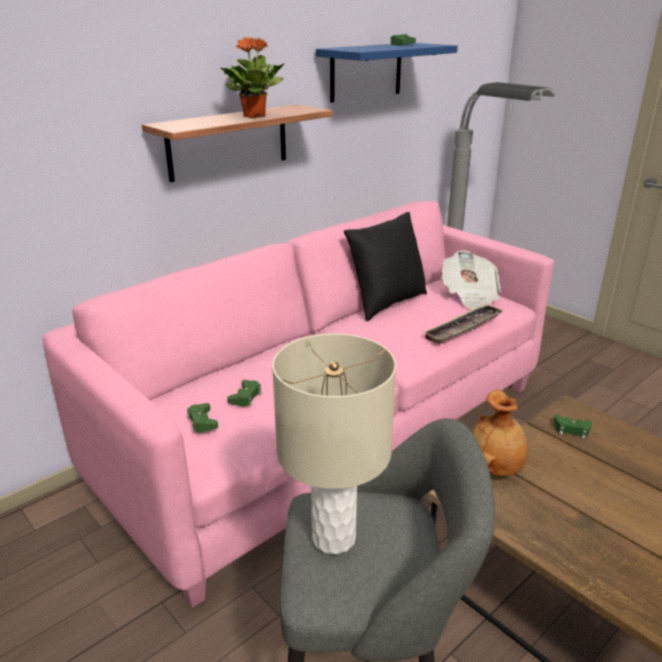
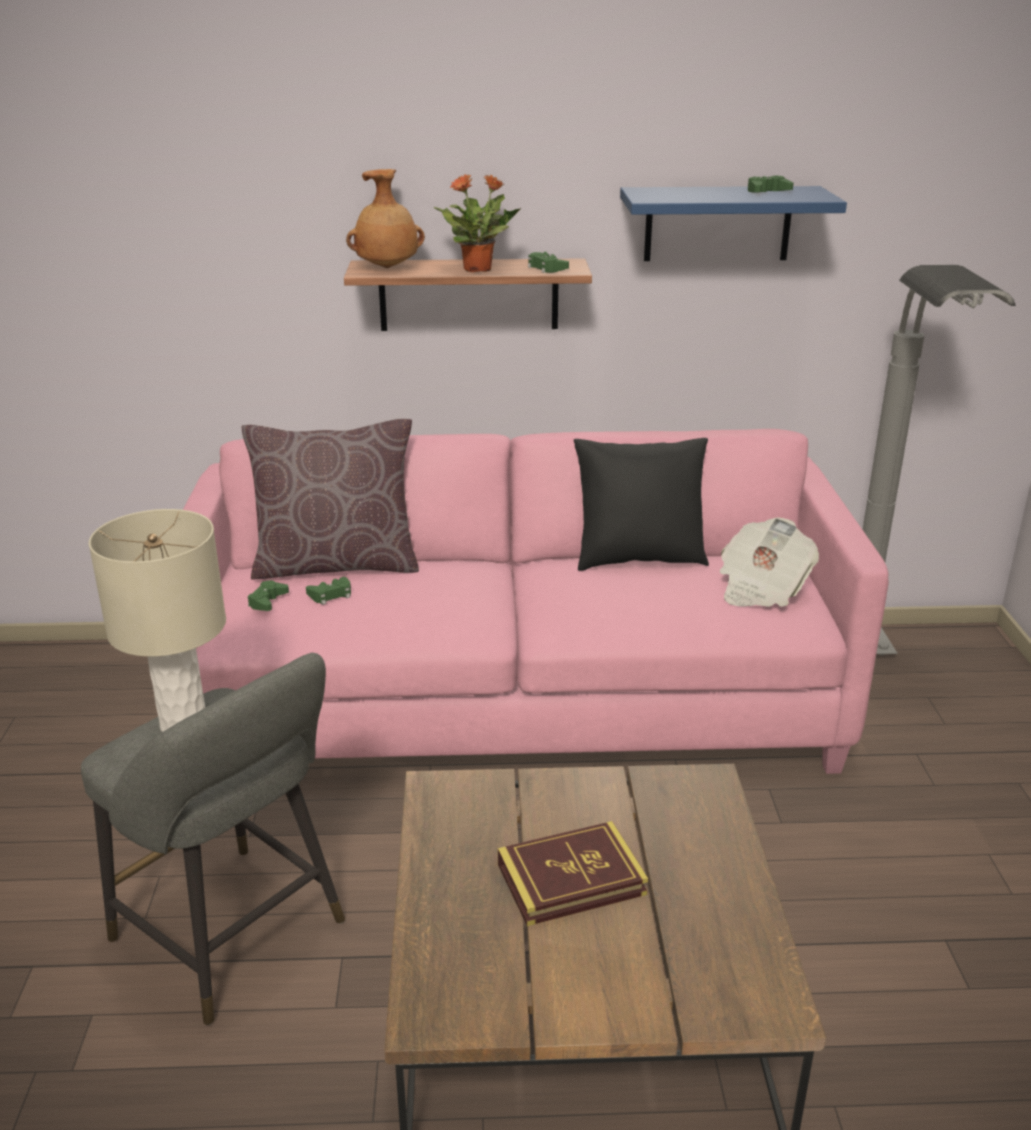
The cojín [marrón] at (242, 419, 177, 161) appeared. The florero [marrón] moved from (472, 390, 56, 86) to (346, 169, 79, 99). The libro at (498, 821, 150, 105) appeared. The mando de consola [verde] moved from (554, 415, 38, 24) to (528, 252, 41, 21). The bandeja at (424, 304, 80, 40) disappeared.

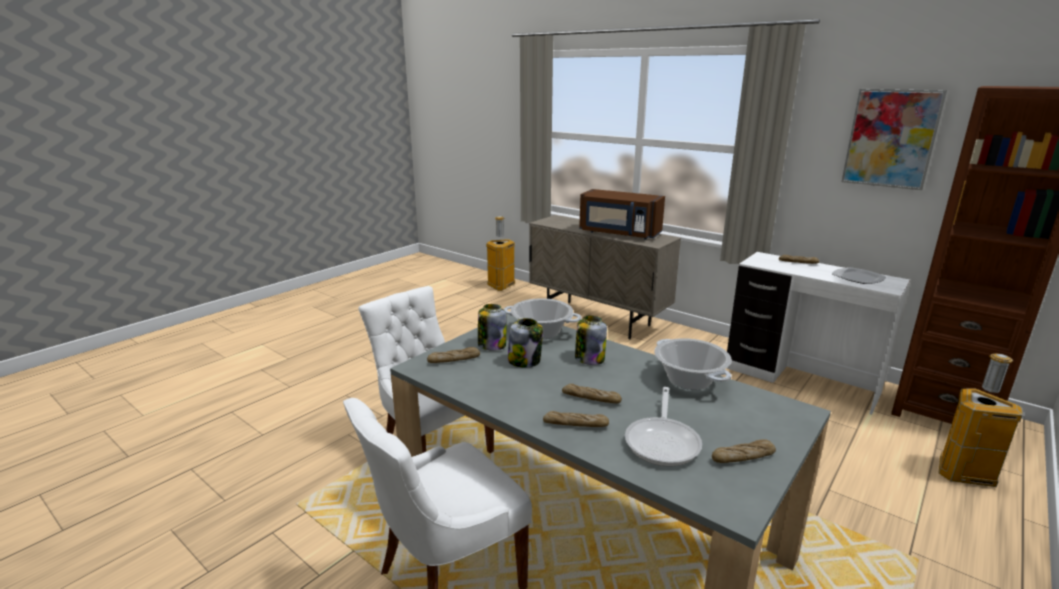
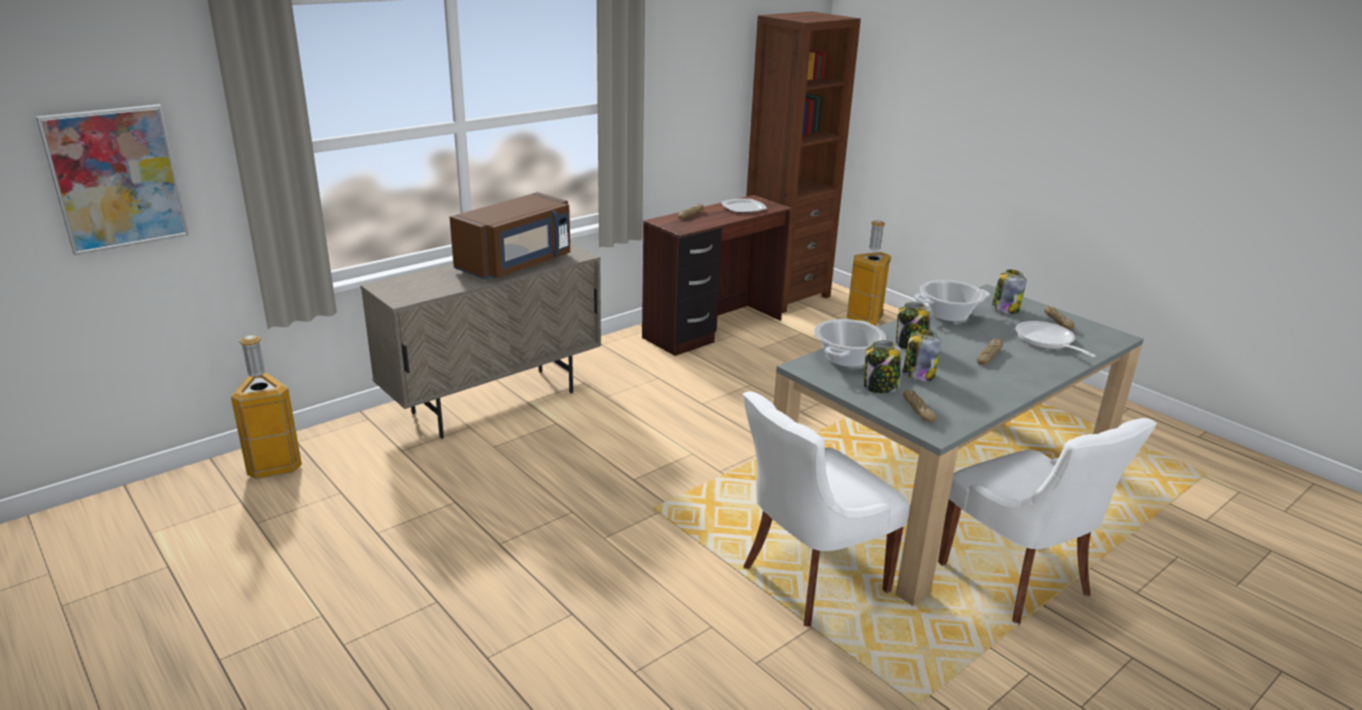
The cuadro moved from (842, 89, 105, 101) to (36, 104, 153, 151). The escritorio [blanco] at (726, 252, 184, 163) became the escritorio [marrón] at (642, 195, 149, 161). The tarro at (992, 270, 35, 44) appeared. The sartén at (625, 387, 77, 80) turned 135 degrees counterclockwise. The pan at (543, 411, 66, 16) disappeared.

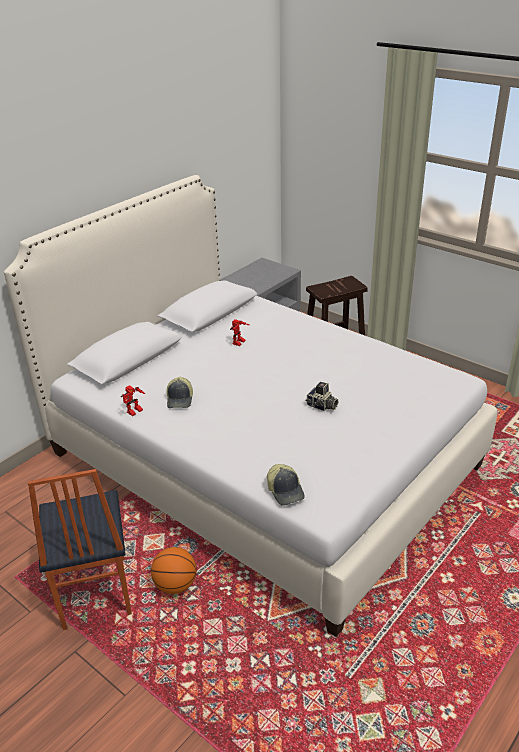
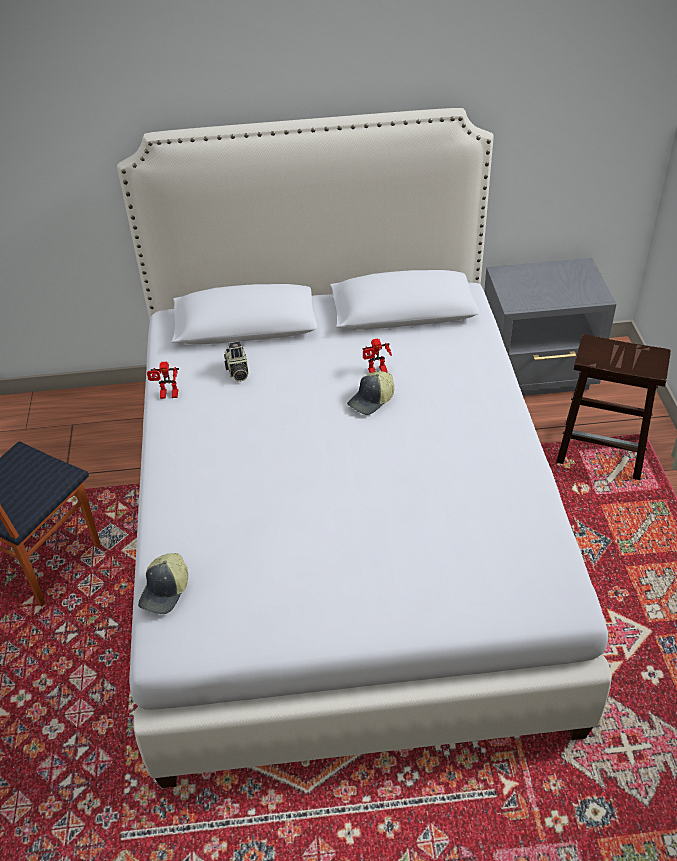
The cámara moved from (306, 382, 32, 29) to (224, 342, 25, 40). The gorra moved from (167, 377, 26, 31) to (347, 371, 47, 44). The balón de baloncesto at (151, 547, 46, 47) disappeared.

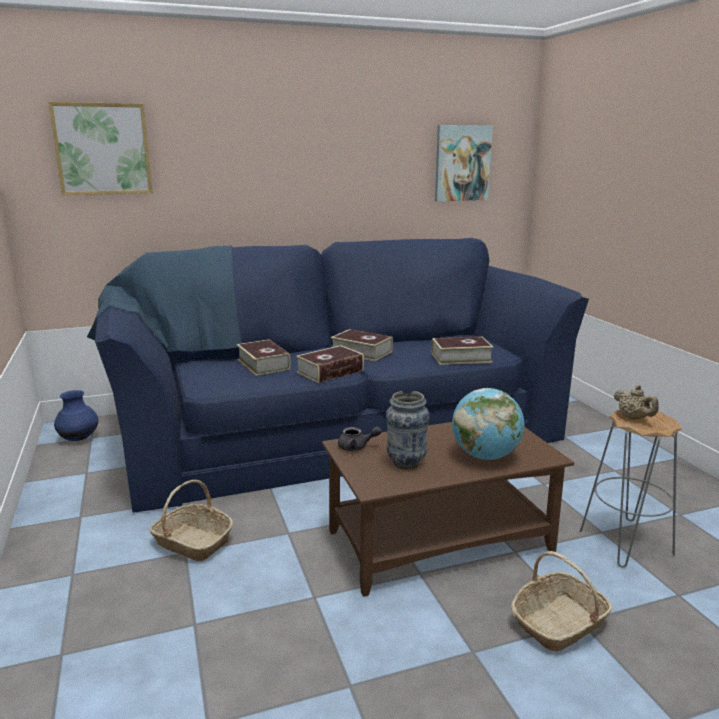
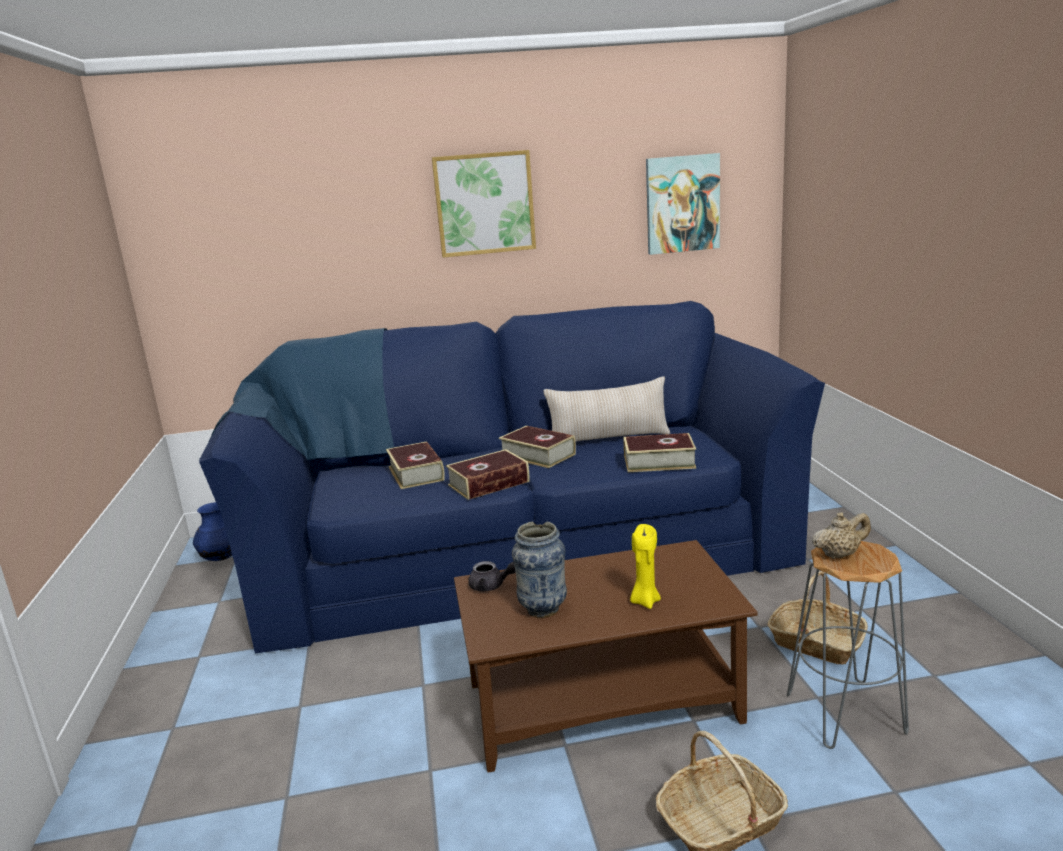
The cuadro moved from (48, 102, 105, 93) to (432, 150, 104, 108). The cojín [beis] at (544, 376, 126, 66) appeared. The globo terráqueo at (452, 388, 73, 72) was replaced by the vela [amarillo] at (630, 524, 31, 85). The cesta moved from (149, 480, 85, 81) to (768, 571, 100, 94). The tetera [beis] at (614, 385, 45, 34) turned 90 degrees counterclockwise.

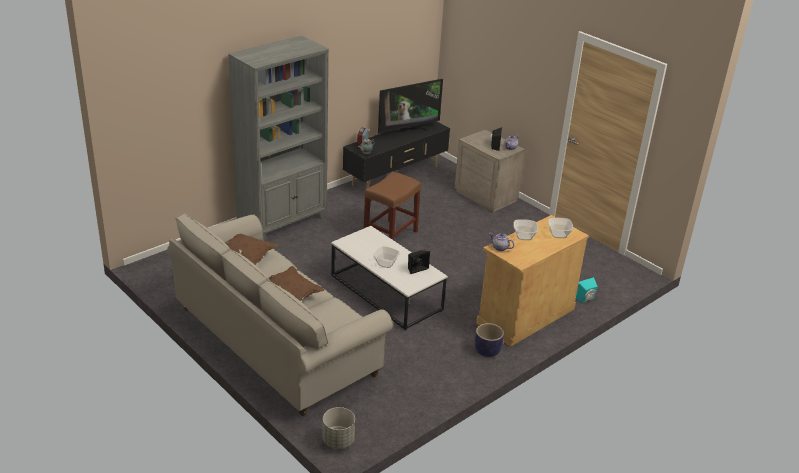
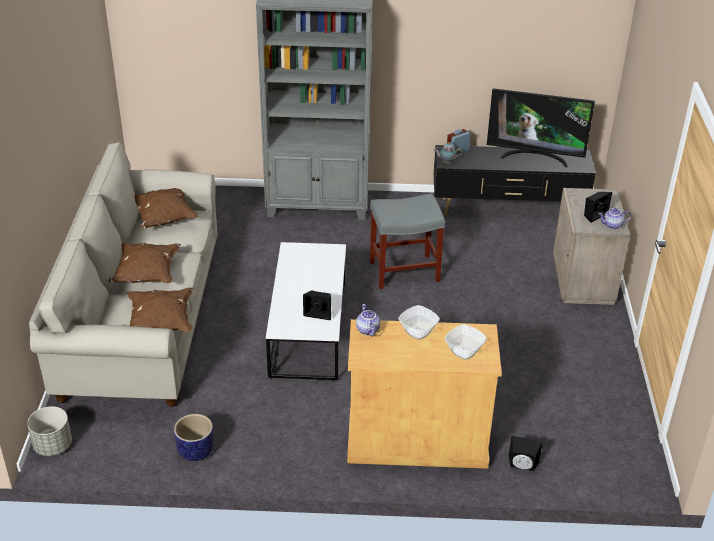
The cojín [marrón] at (127, 288, 66, 44) appeared. The maceta moved from (475, 323, 29, 34) to (174, 414, 40, 47). The taburete [marrón] at (364, 172, 57, 68) became the taburete [gris] at (370, 193, 75, 96). The altavoz [turquesa] at (576, 277, 22, 26) became the altavoz [negro] at (509, 436, 34, 36). The cuenco at (374, 246, 26, 22) disappeared.

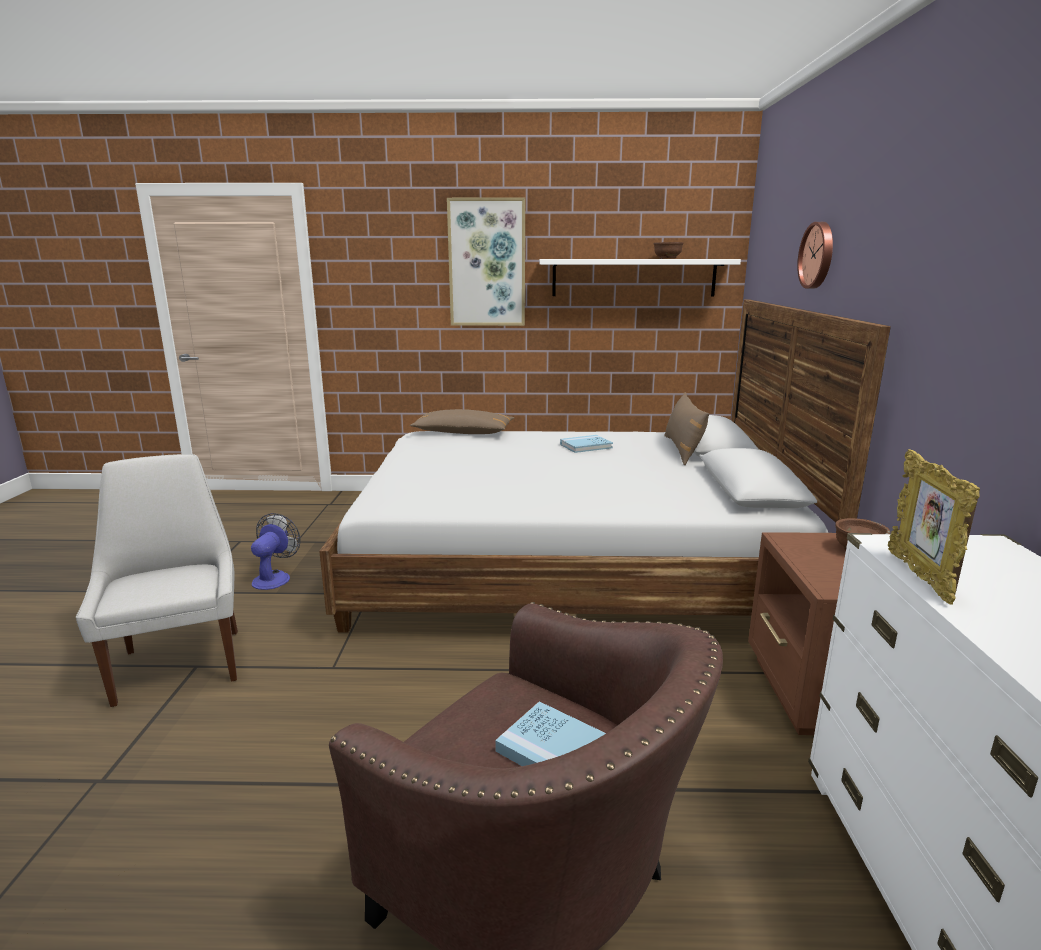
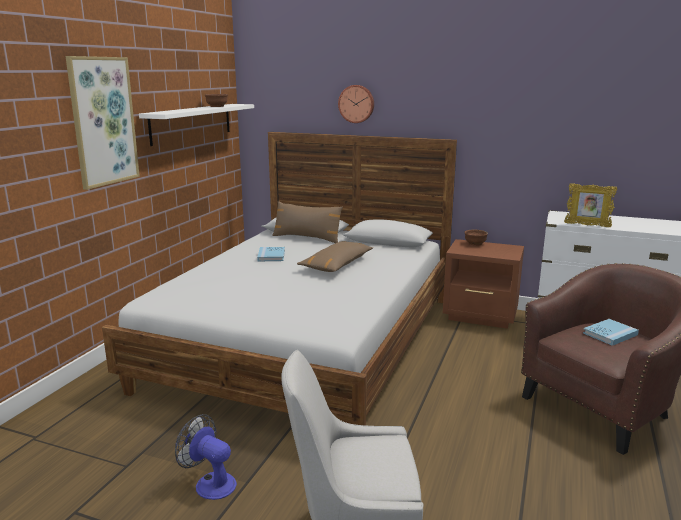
The cojín [marrón] moved from (410, 409, 104, 25) to (297, 241, 76, 31).

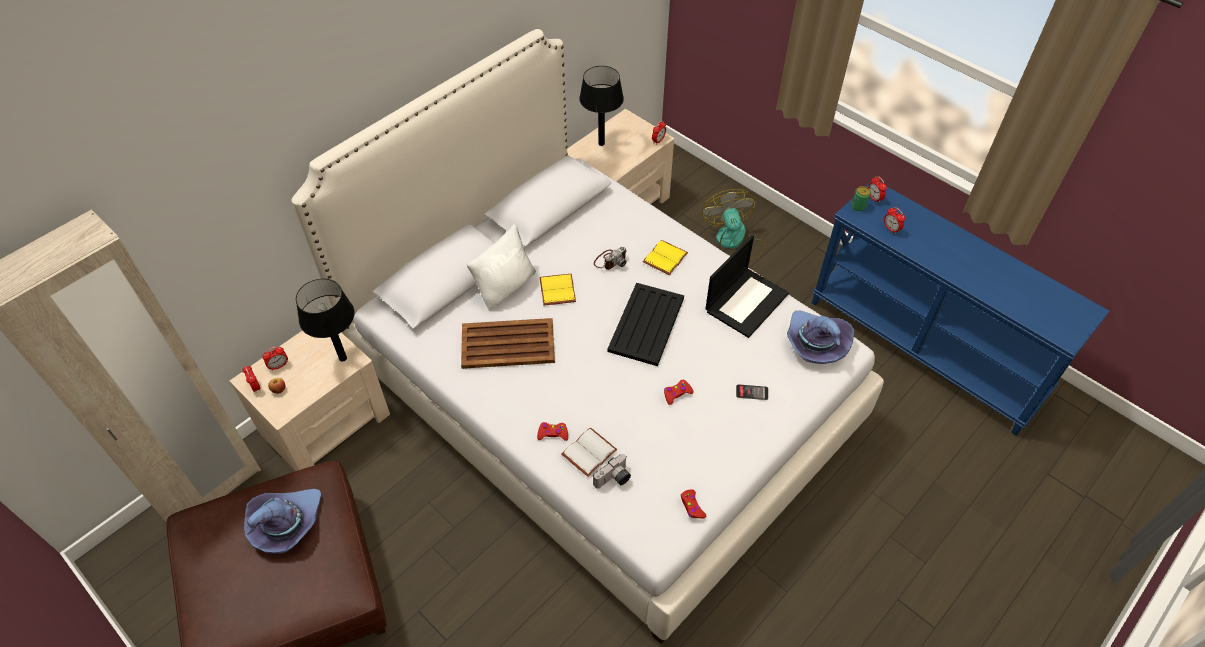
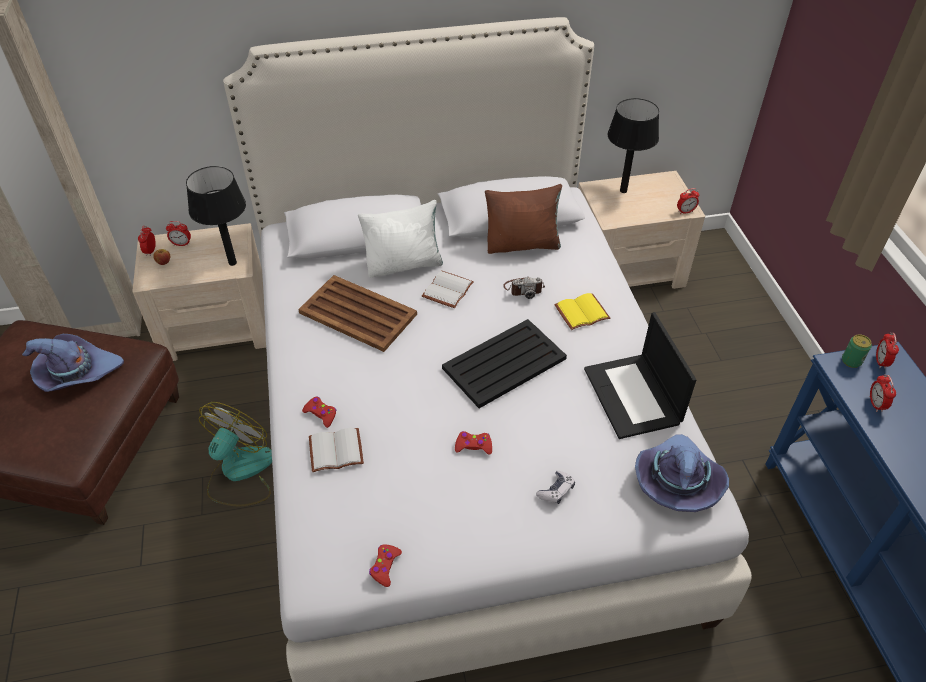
The ventilador moved from (702, 189, 64, 71) to (199, 402, 73, 104). The libro [amarillo] at (540, 274, 36, 31) became the libro [blanco] at (422, 270, 52, 38). The cojín [marrón] at (485, 184, 77, 70) appeared. The móvil at (736, 384, 32, 16) was replaced by the mando de consola at (536, 471, 39, 33). The portátil at (705, 235, 84, 103) turned 90 degrees clockwise. The cámara at (593, 454, 38, 34) disappeared.

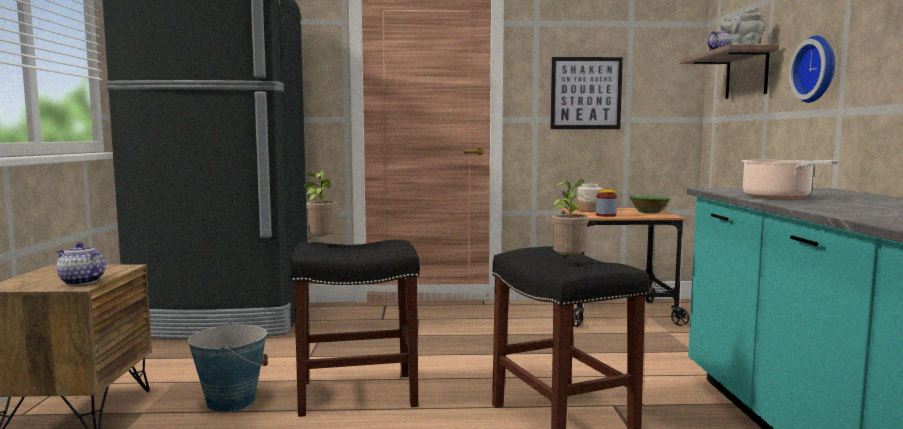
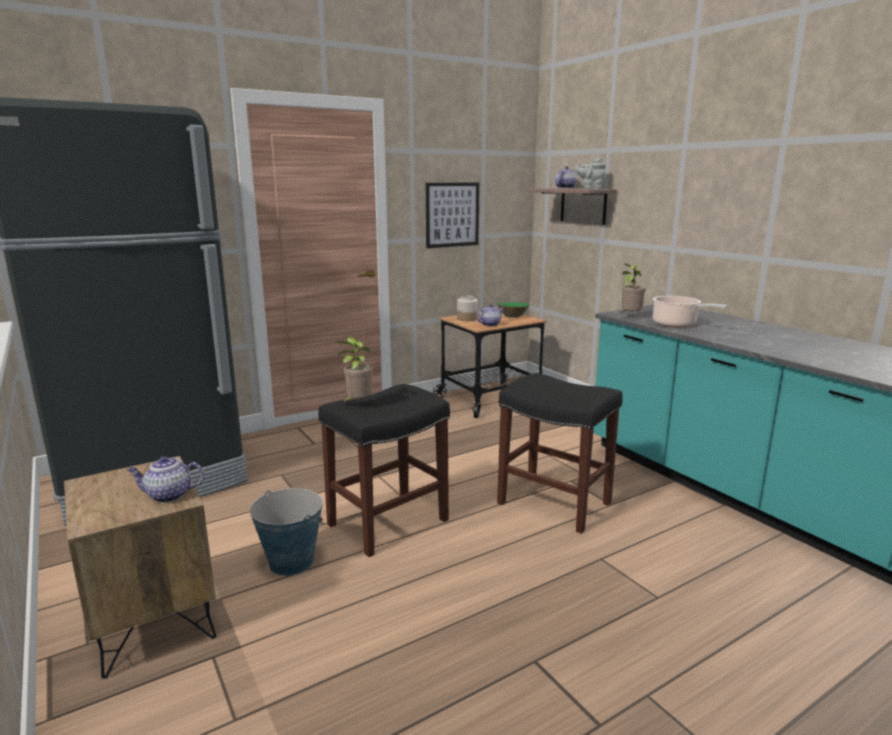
The tarro at (596, 190, 21, 27) was replaced by the tetera at (476, 304, 28, 22). The planta en maceta moved from (551, 180, 38, 80) to (621, 263, 25, 50). The reloj de pared at (789, 36, 46, 67) disappeared.

